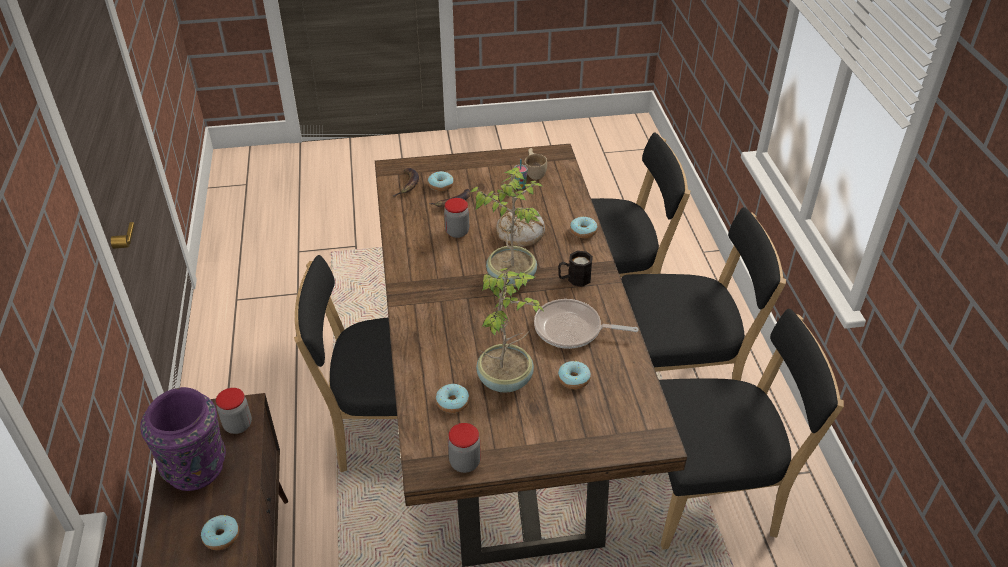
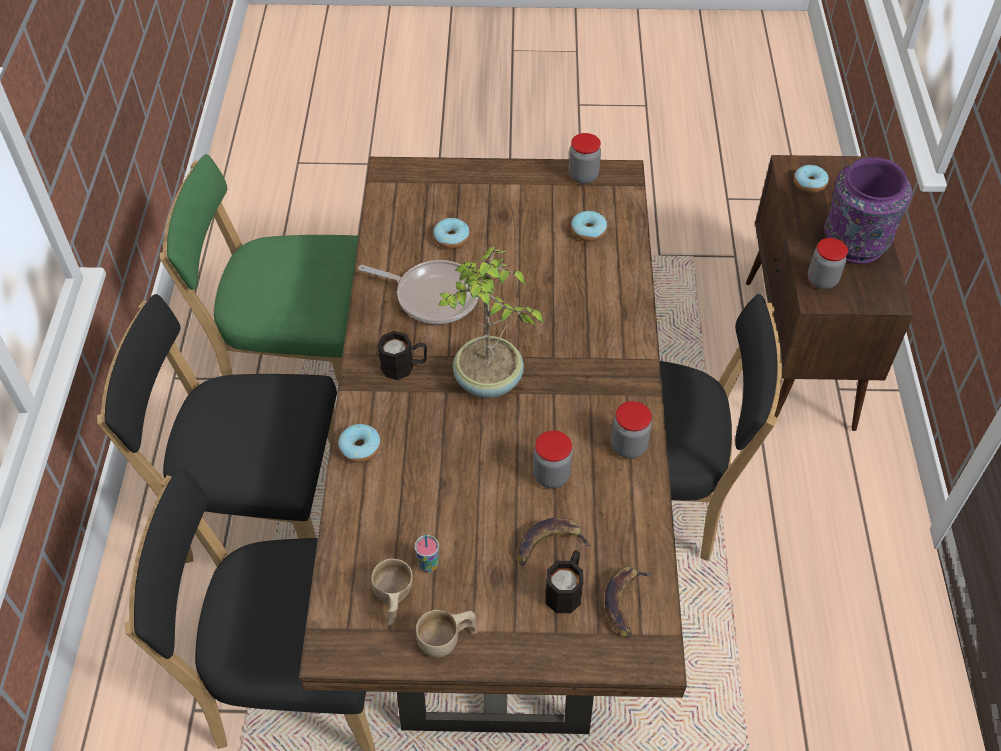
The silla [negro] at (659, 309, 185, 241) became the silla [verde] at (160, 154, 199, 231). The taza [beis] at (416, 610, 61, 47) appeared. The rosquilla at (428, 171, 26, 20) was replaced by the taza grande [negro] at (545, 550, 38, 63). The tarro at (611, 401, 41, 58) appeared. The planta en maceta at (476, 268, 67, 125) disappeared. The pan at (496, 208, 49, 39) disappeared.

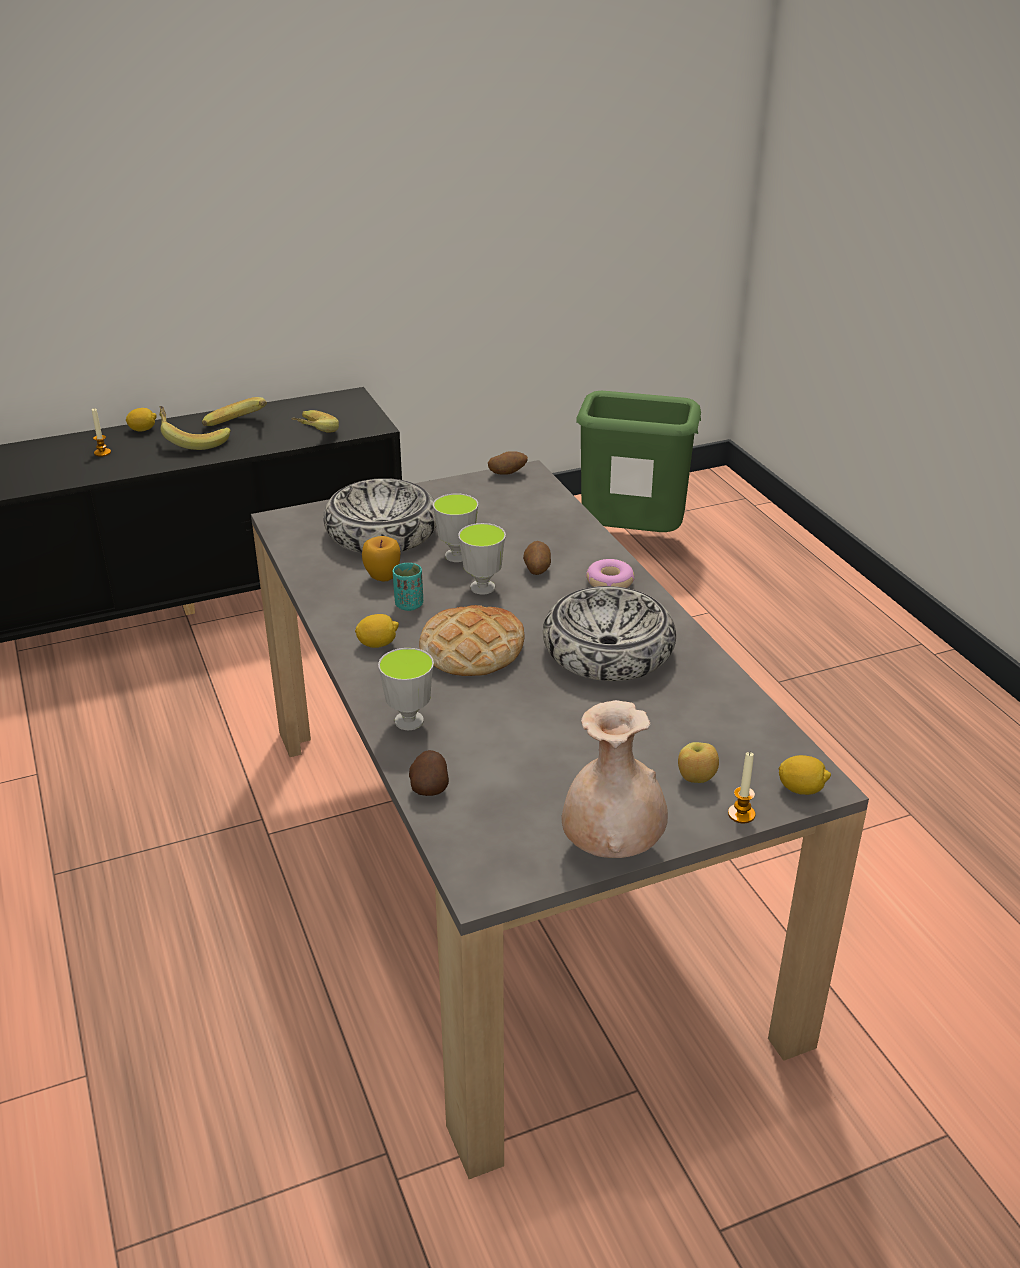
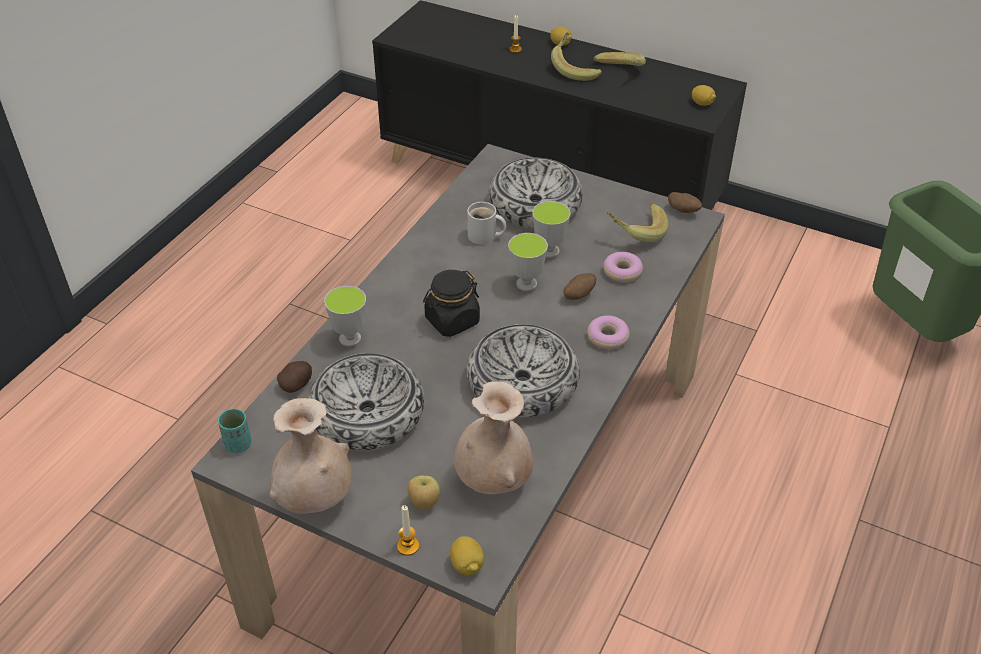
The taza [turquesa] moved from (393, 563, 30, 48) to (218, 409, 33, 44). The cuenco at (308, 353, 116, 97) appeared. The pan at (419, 605, 106, 71) was replaced by the tarro [negro] at (423, 270, 57, 67). The florero [beis] at (454, 381, 79, 113) appeared. The manzana at (362, 536, 38, 45) was replaced by the taza grande [blanco] at (467, 202, 39, 43). The rosquilla at (603, 252, 40, 30) appeared. The plátano moved from (291, 410, 48, 22) to (607, 204, 61, 38). The limón moved from (355, 614, 44, 34) to (692, 85, 24, 21).

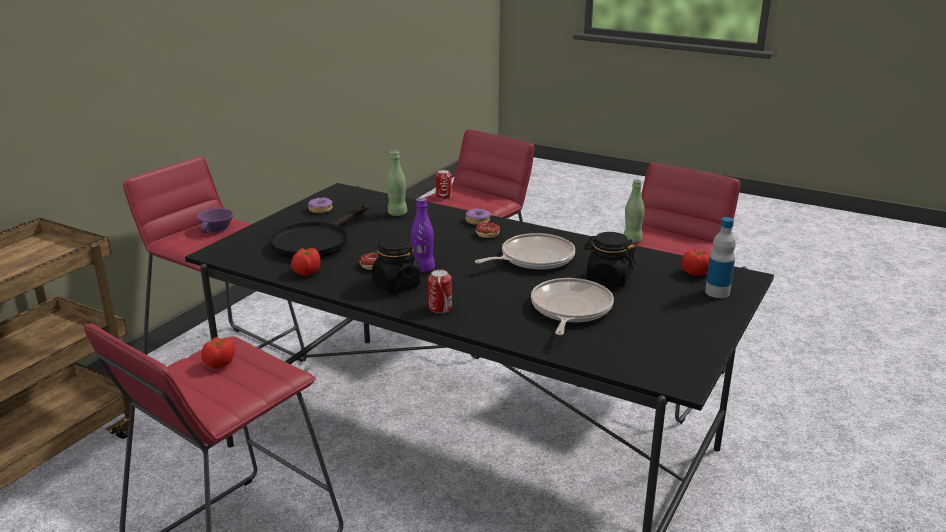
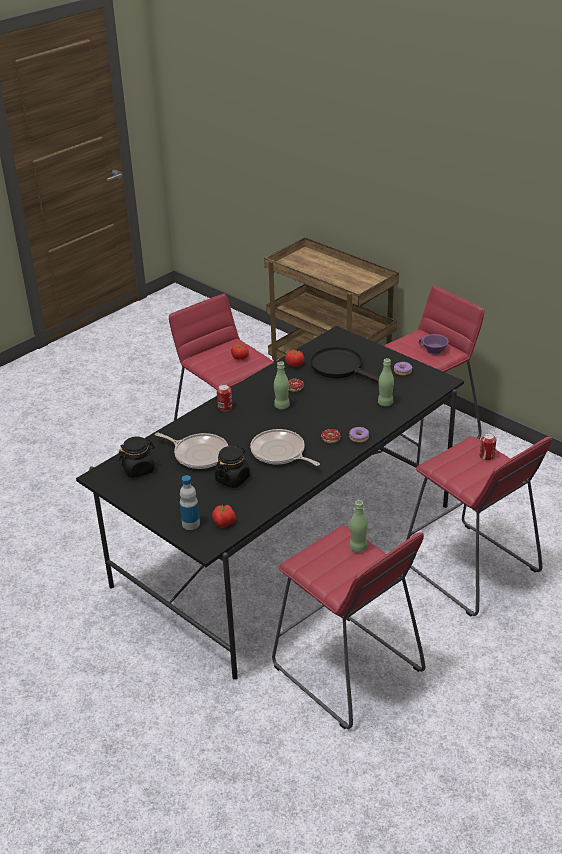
The tarro [negro] moved from (372, 236, 49, 57) to (119, 437, 36, 41). The sartén at (475, 233, 100, 37) turned 150 degrees clockwise. The botella [morado] at (411, 198, 24, 74) became the botella [verde] at (274, 361, 16, 48).

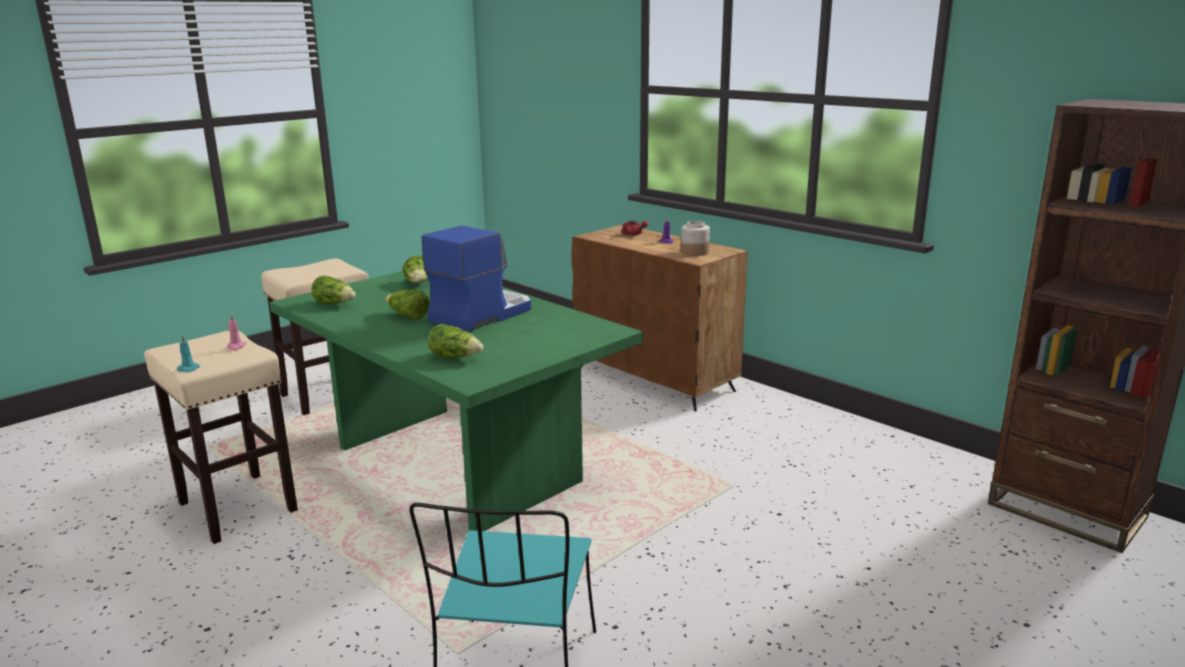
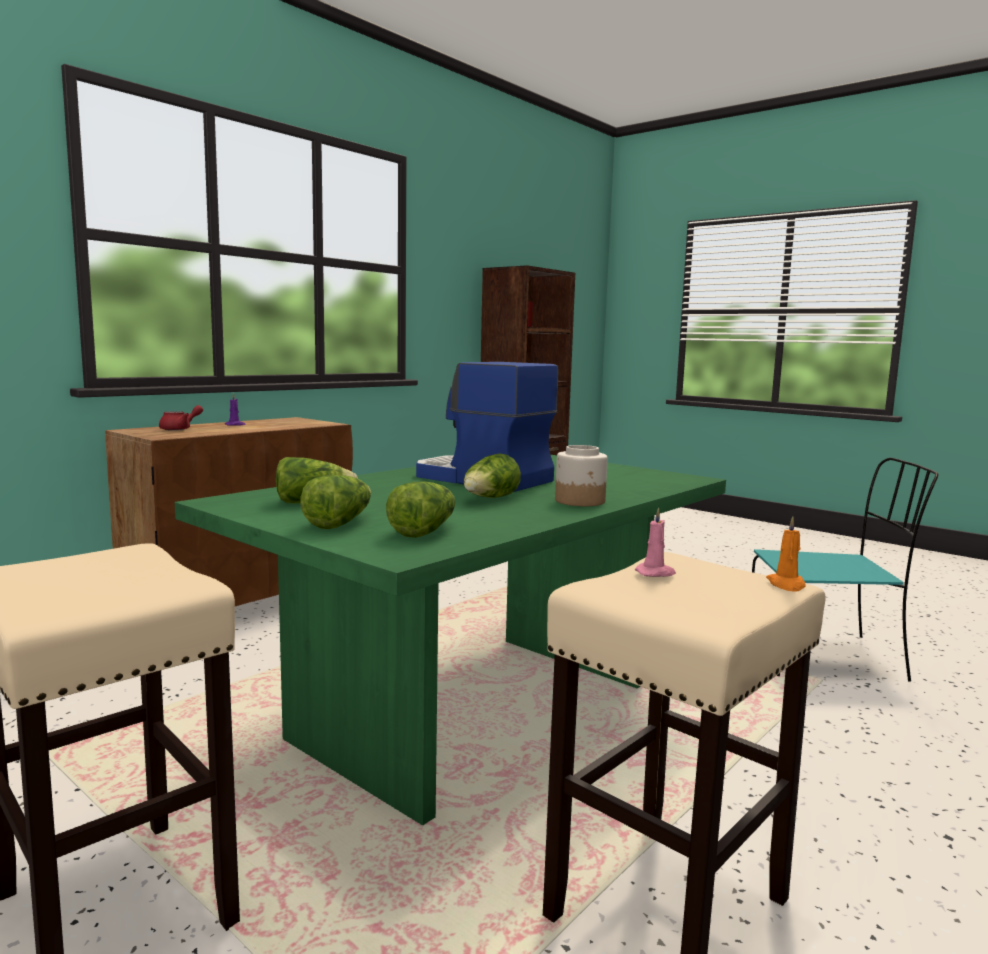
The lechuga moved from (428, 324, 56, 34) to (300, 475, 71, 54). The tarro moved from (681, 221, 29, 35) to (555, 445, 53, 61). The vela [turquesa] at (177, 335, 23, 37) became the vela [naranja] at (766, 516, 40, 76).

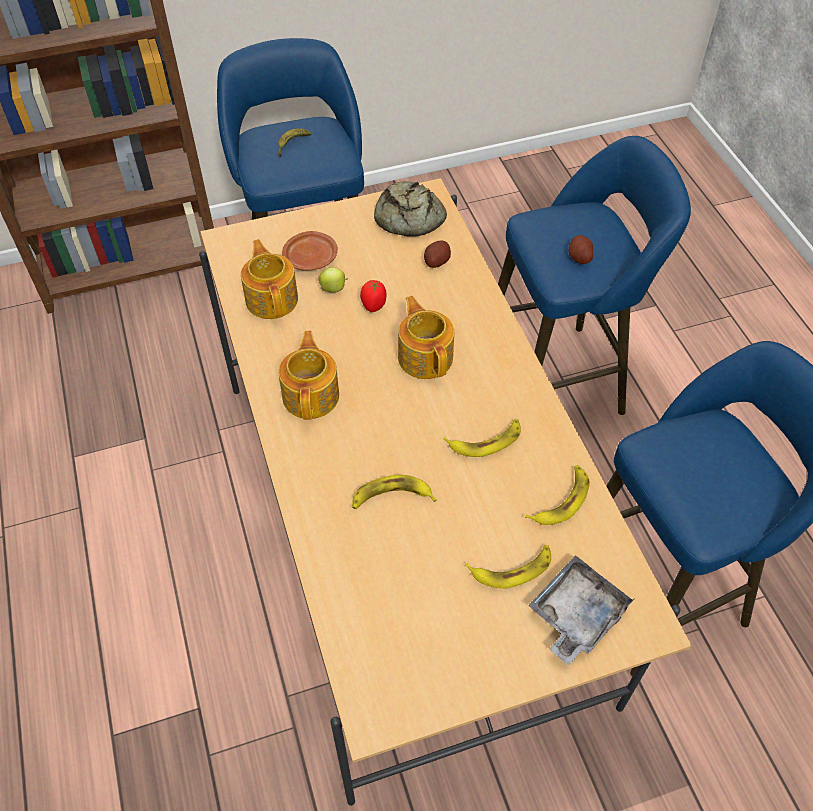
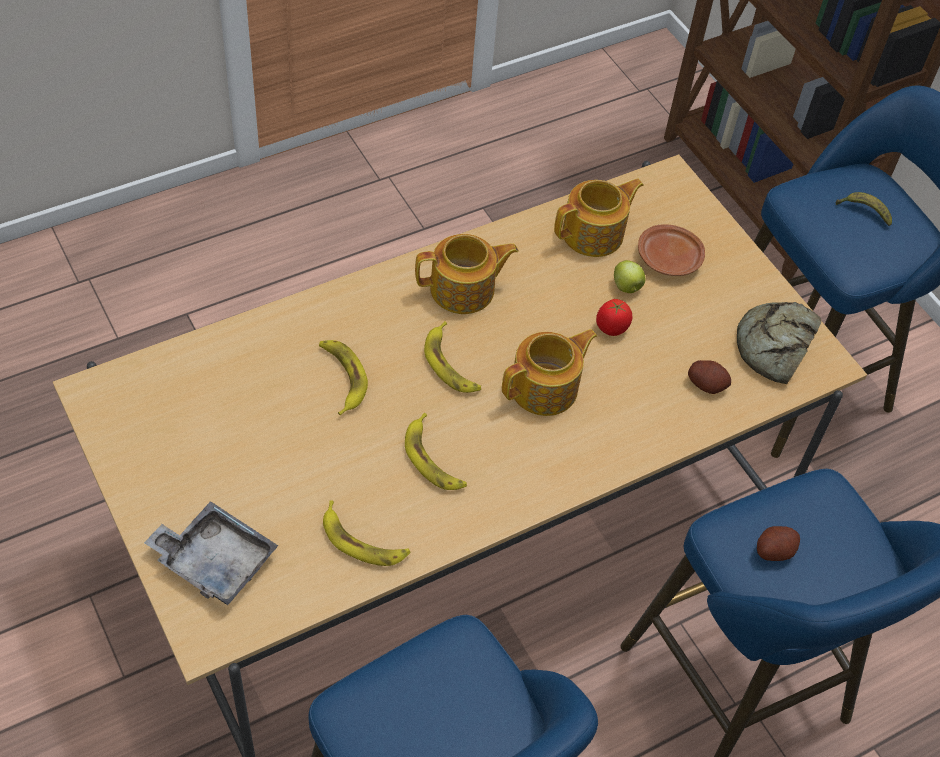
The plátano moved from (465, 545, 86, 44) to (424, 321, 57, 72).

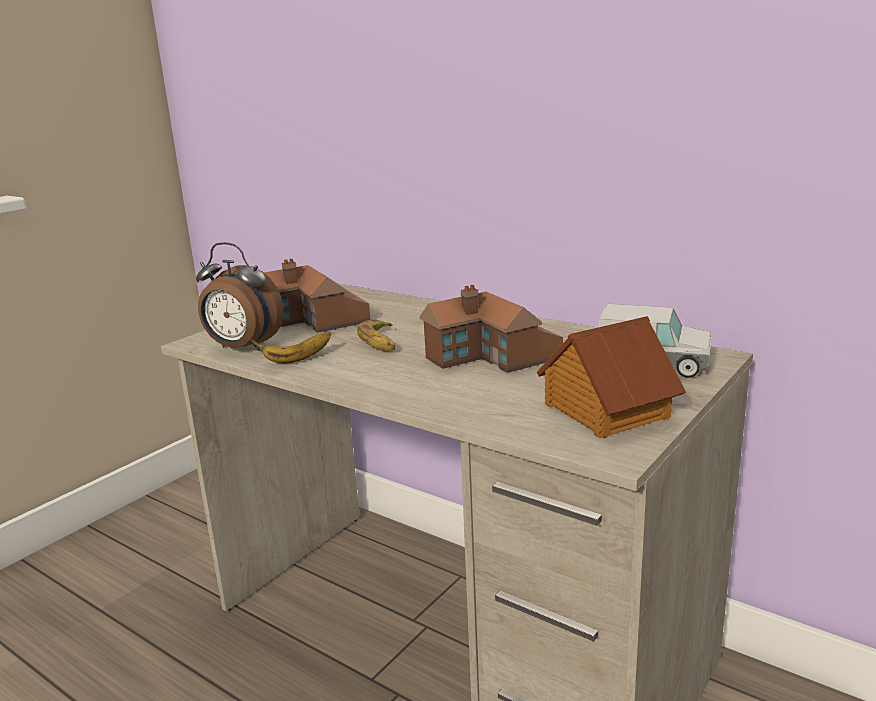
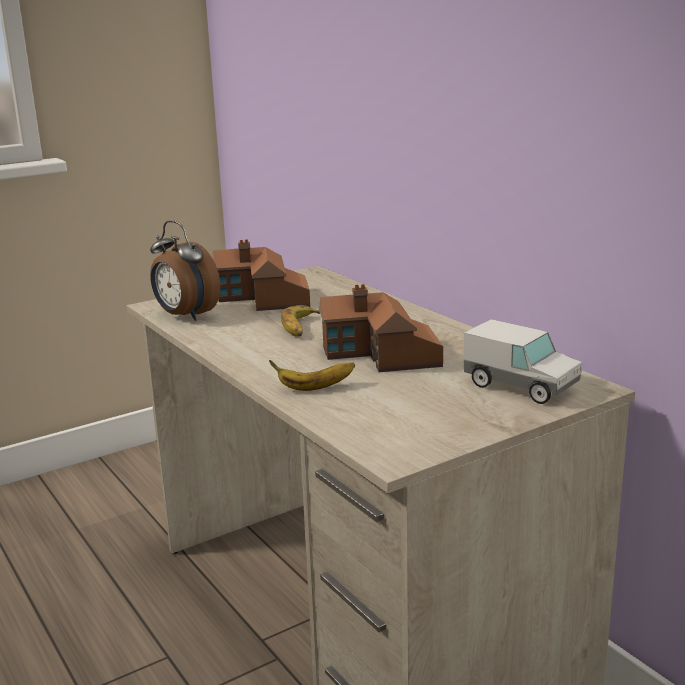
The plátano moved from (251, 332, 80, 32) to (269, 360, 86, 31). The casita at (537, 316, 149, 122) disappeared.

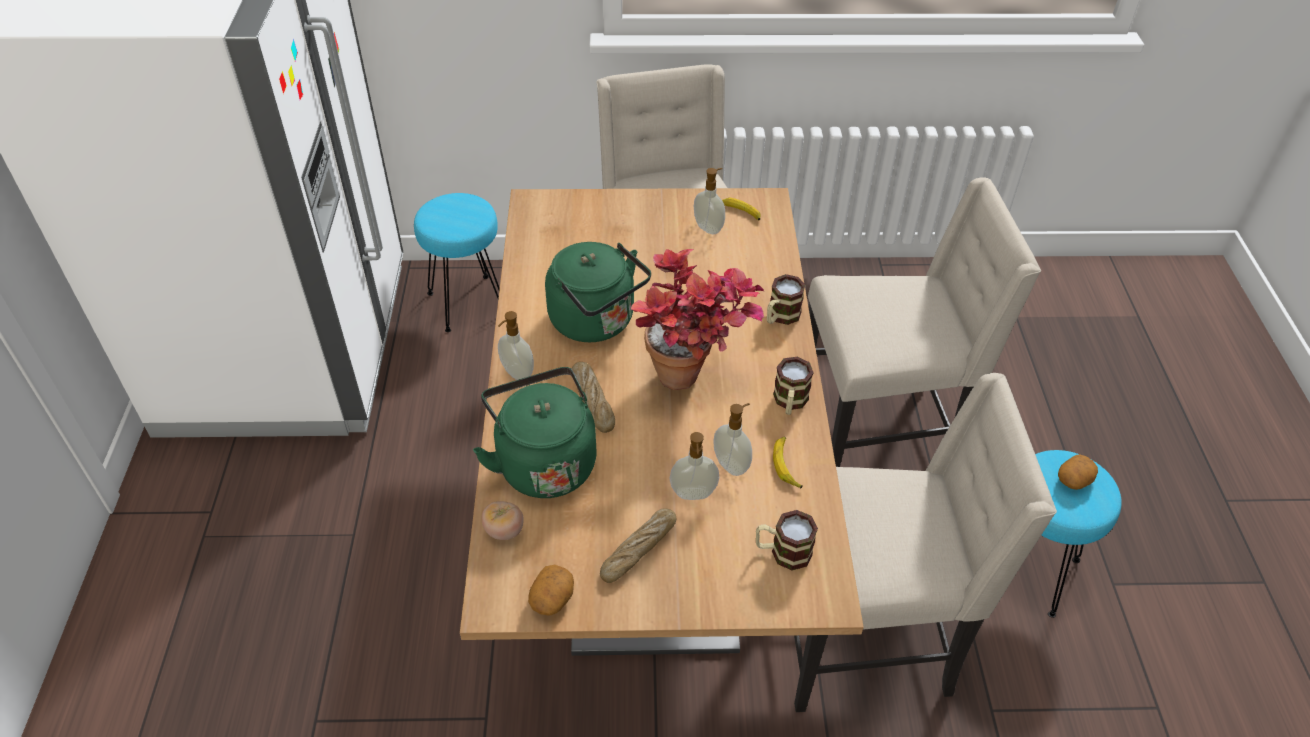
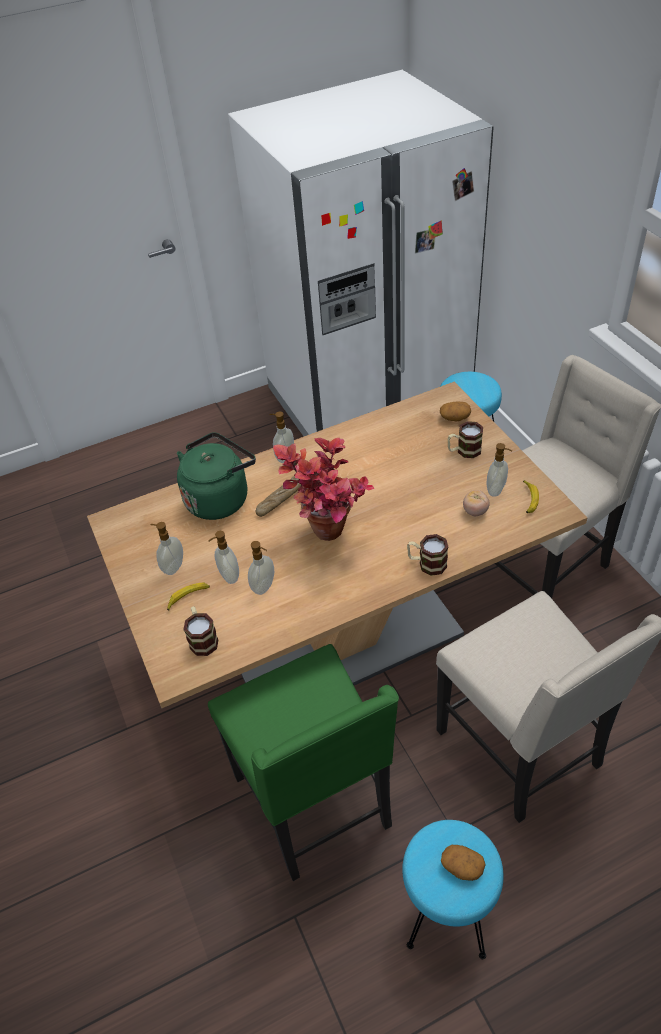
The pan at (600, 509, 76, 74) was replaced by the dispensador de jabón at (151, 522, 32, 53). The plátano moved from (773, 437, 30, 51) to (167, 582, 43, 28). The silla [beis] at (794, 373, 263, 339) became the silla [verde] at (208, 644, 191, 237). The patata moved from (528, 565, 46, 51) to (440, 402, 31, 19). The taza grande moved from (773, 357, 41, 58) to (448, 421, 35, 37). The tomate moved from (482, 501, 42, 39) to (463, 490, 27, 26). The hervidor [verde] at (545, 242, 106, 100) disappeared.

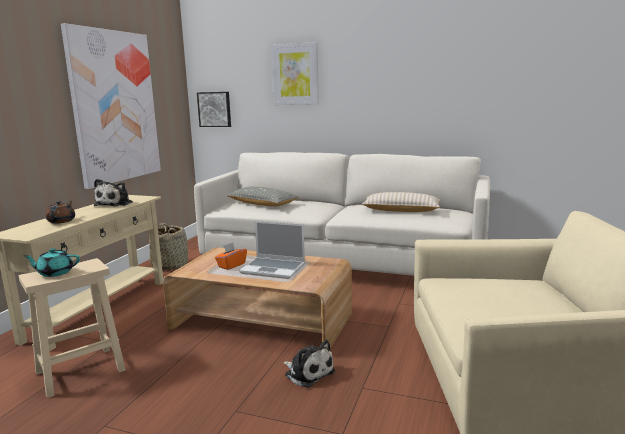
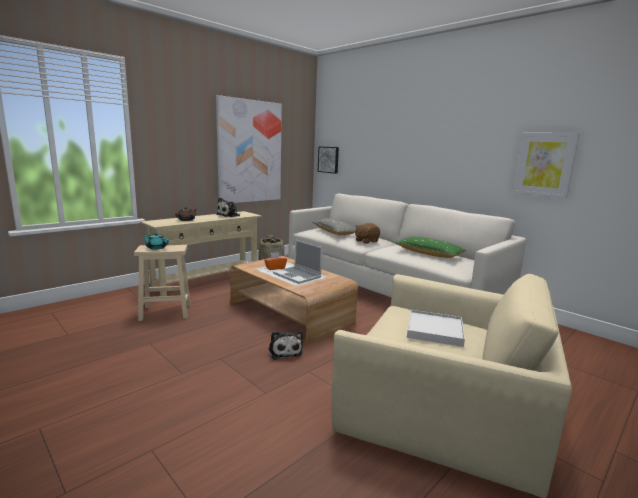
The peluche [marrón] at (355, 223, 25, 21) appeared. The cojín [beis] at (361, 192, 80, 20) became the cojín [verde] at (395, 237, 71, 21). The bandeja [blanco] at (407, 310, 58, 37) appeared. The cuadro moved from (271, 42, 48, 63) to (513, 133, 67, 66).

